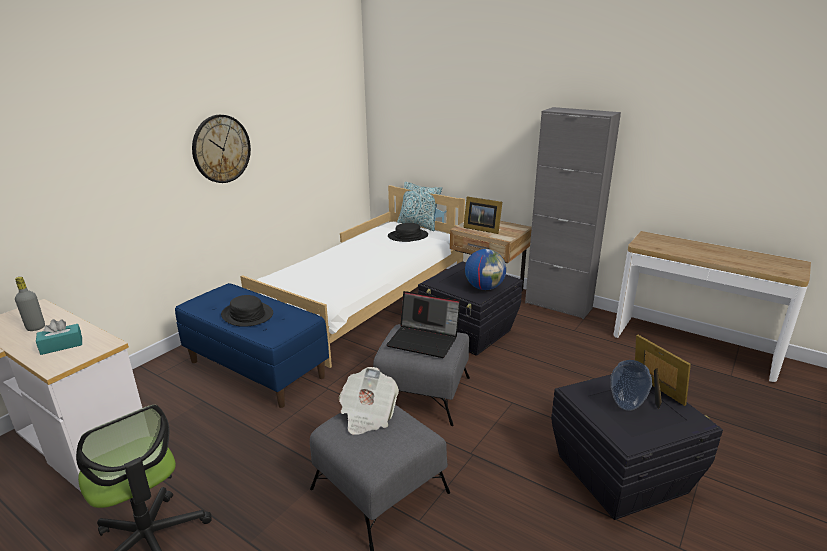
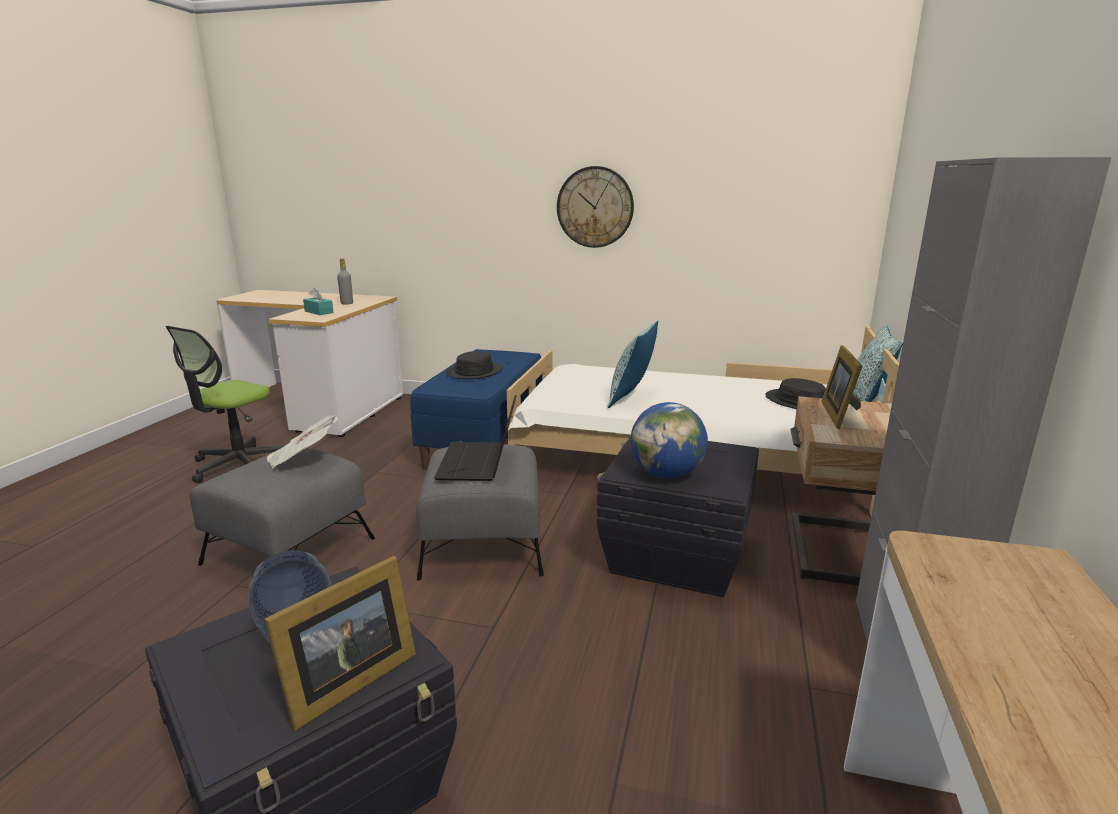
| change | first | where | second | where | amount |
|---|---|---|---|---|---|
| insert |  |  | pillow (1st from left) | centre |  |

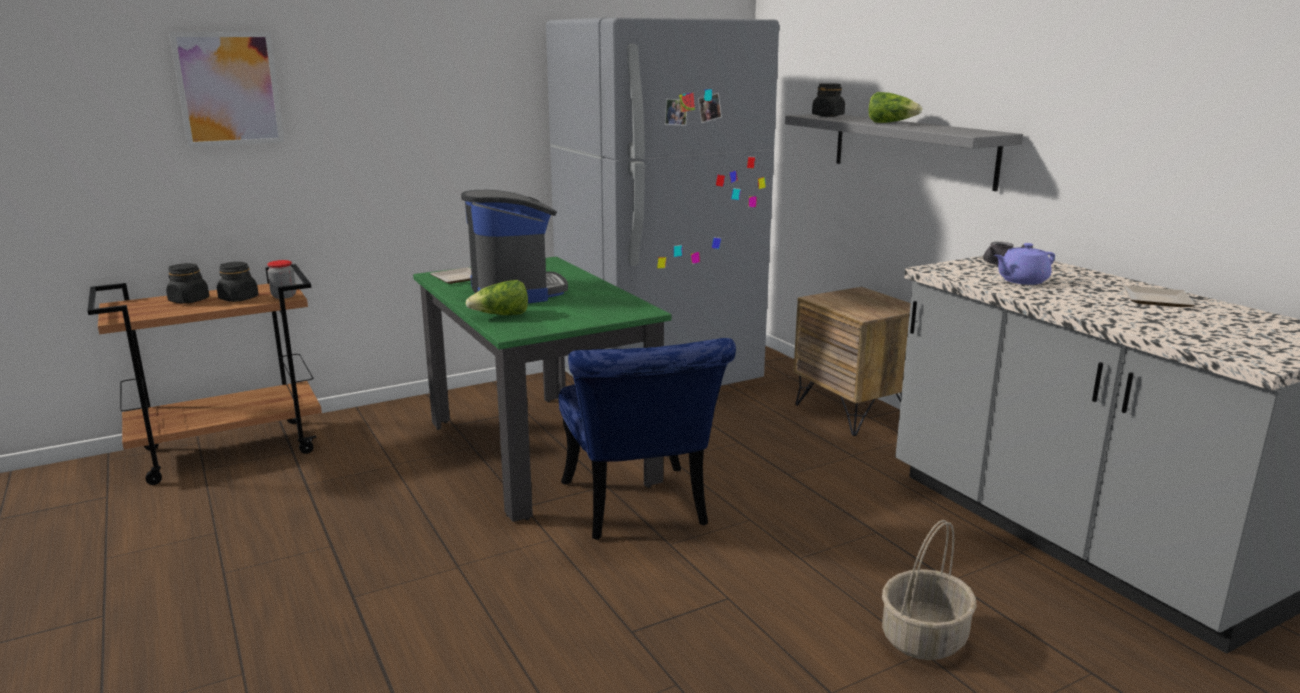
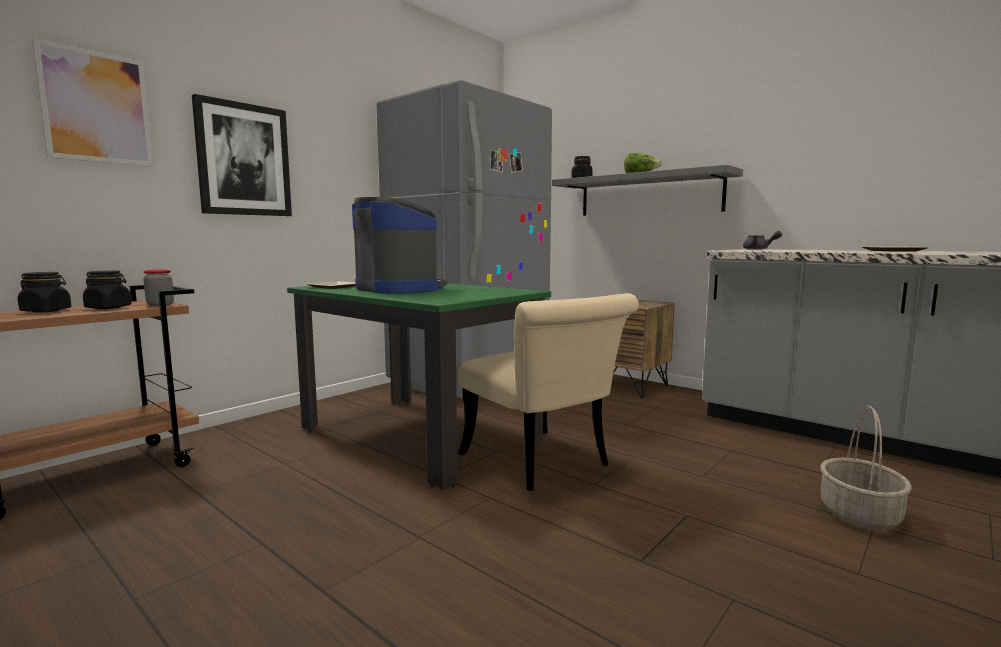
| change | first | where | second | where | amount |
|---|---|---|---|---|---|
| delete | lettuce (1st from left) | centre |  |  |  |
| recolor | blue chair | centre | beige chair | centre |  |
| delete | purple teapot | middle right |  |  |  |
| insert |  |  | picture (2nd from left) | top left |  |

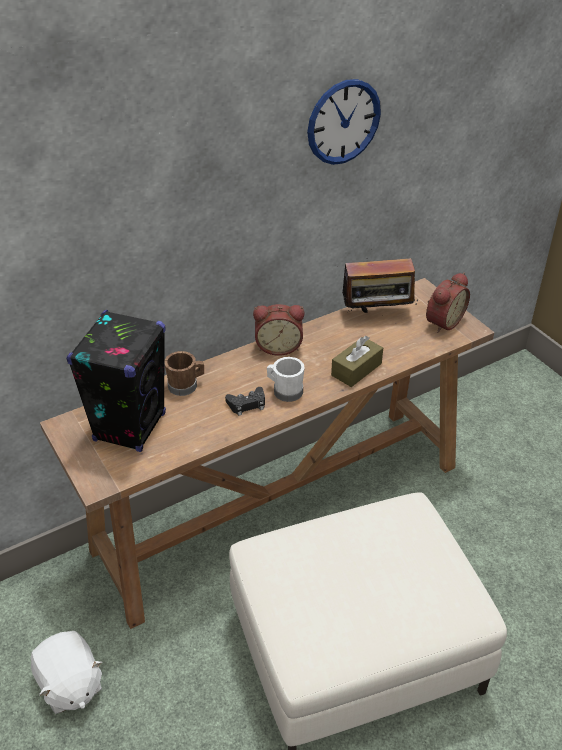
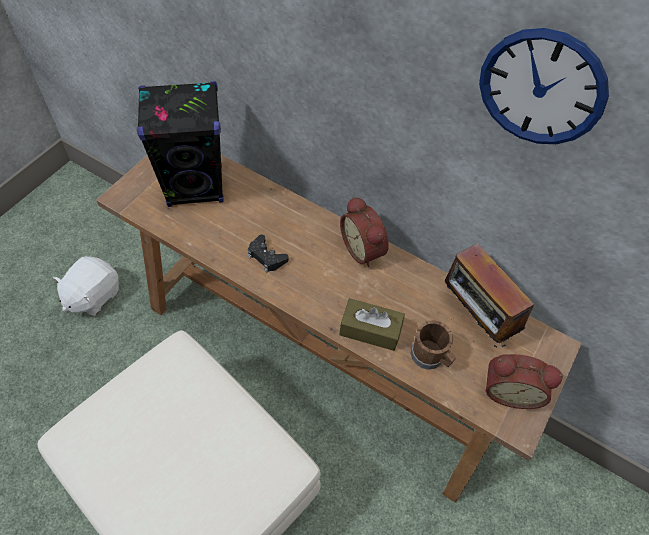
| change | first | where | second | where | amount |
|---|---|---|---|---|---|
| move | brown mug | middle left |  | middle right |  |
| delete | white mug | centre |  |  |  |

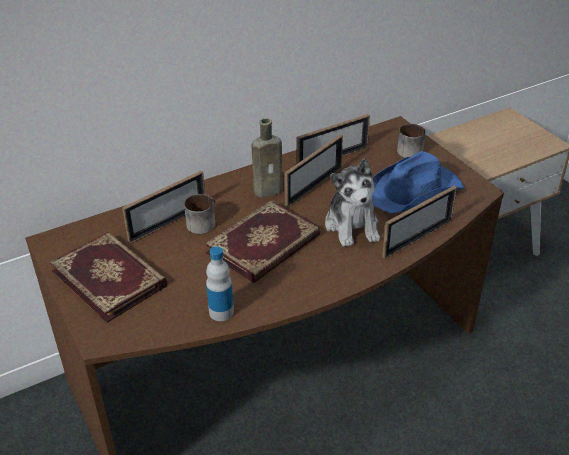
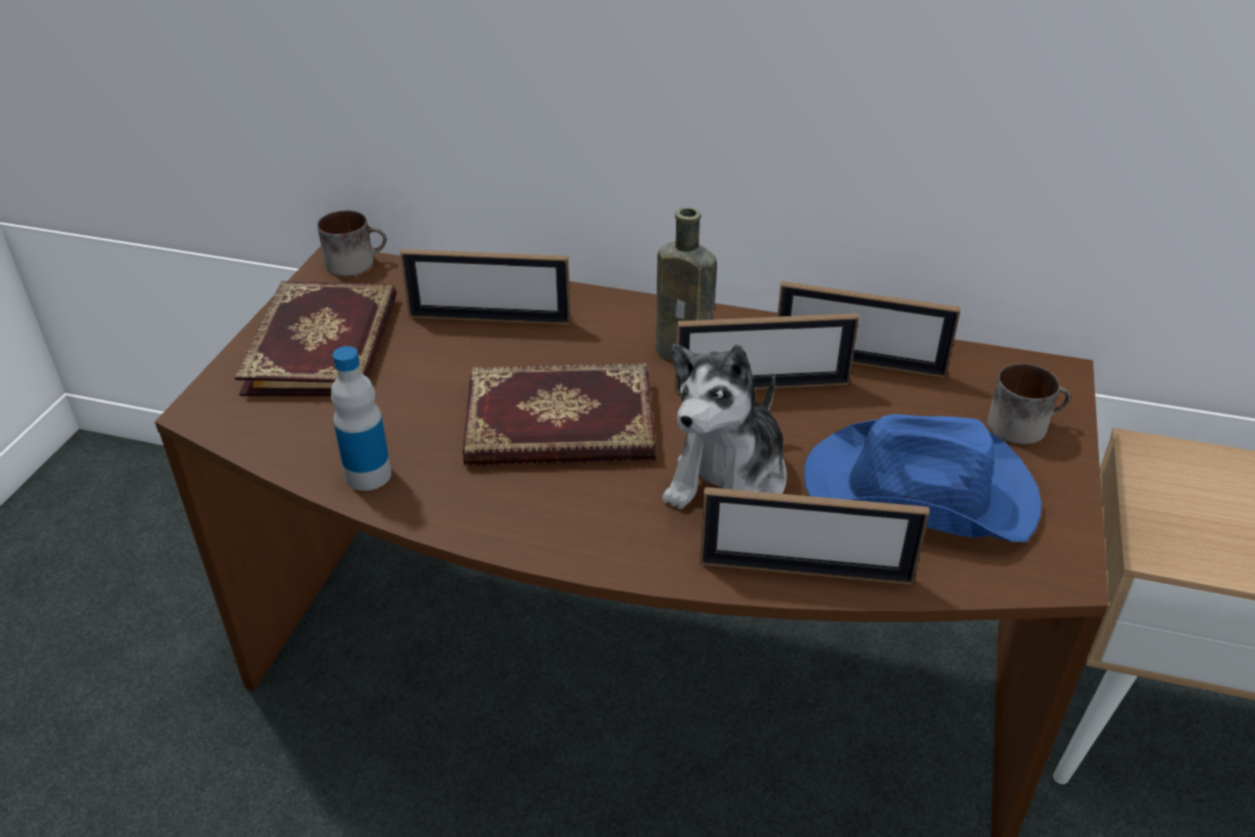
| change | first | where | second | where | amount |
|---|---|---|---|---|---|
| move | mug (1st from left) | centre |  | top left |  |

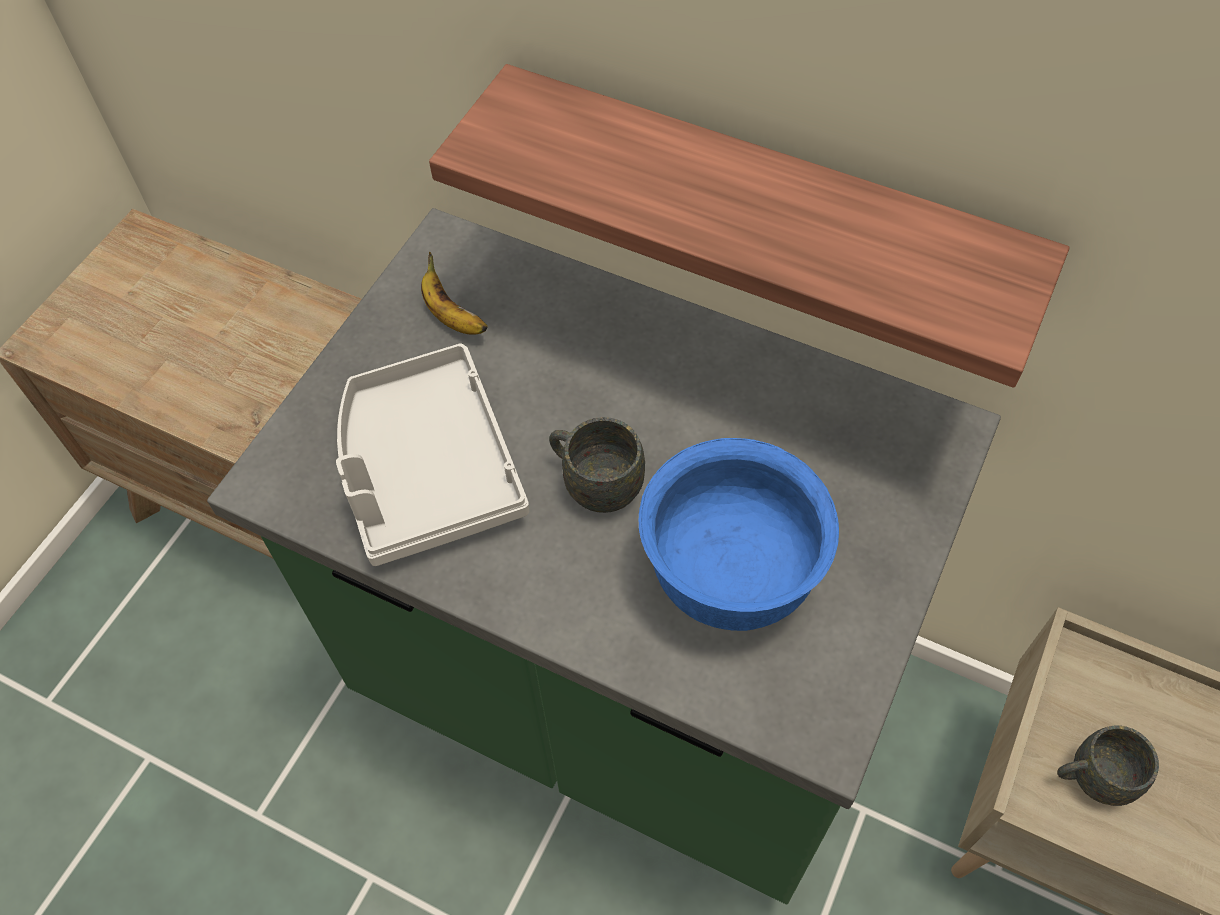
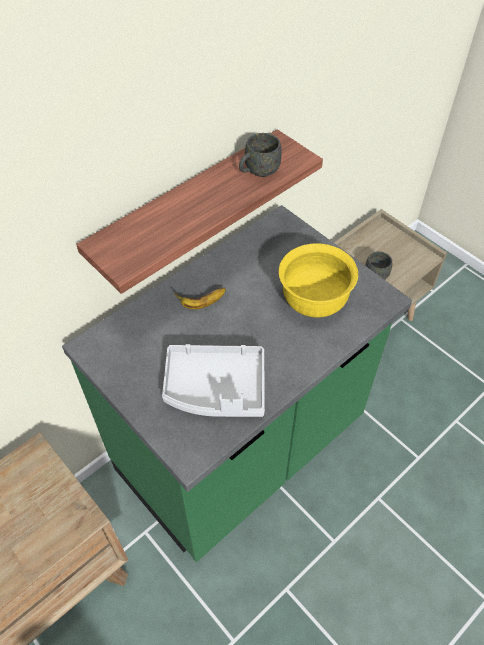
| change | first | where | second | where | amount |
|---|---|---|---|---|---|
| move | banana | top centre |  | centre |  |
| move | grey mug (1st from left) | centre |  | top centre |  |
| recolor | blue bowl | centre | yellow bowl | centre |  |

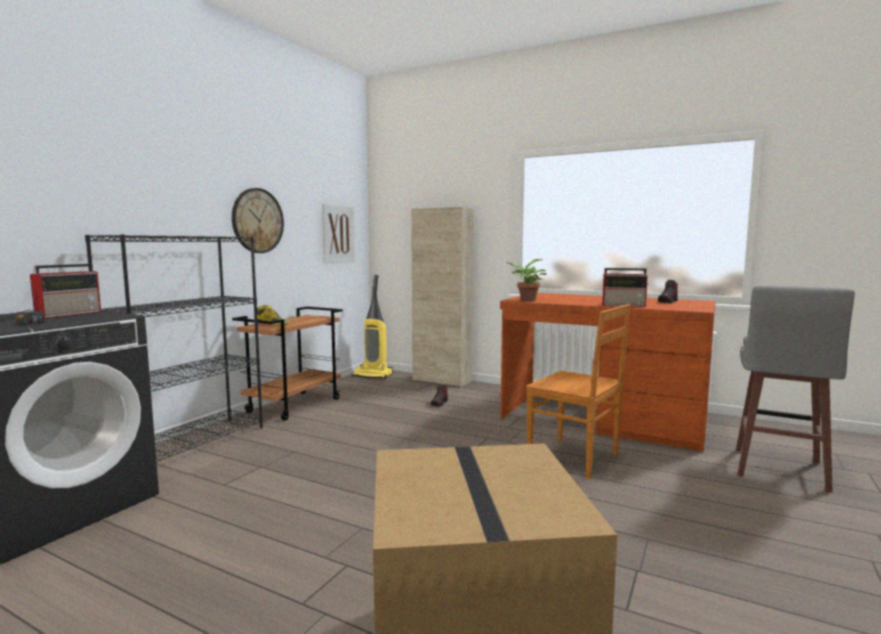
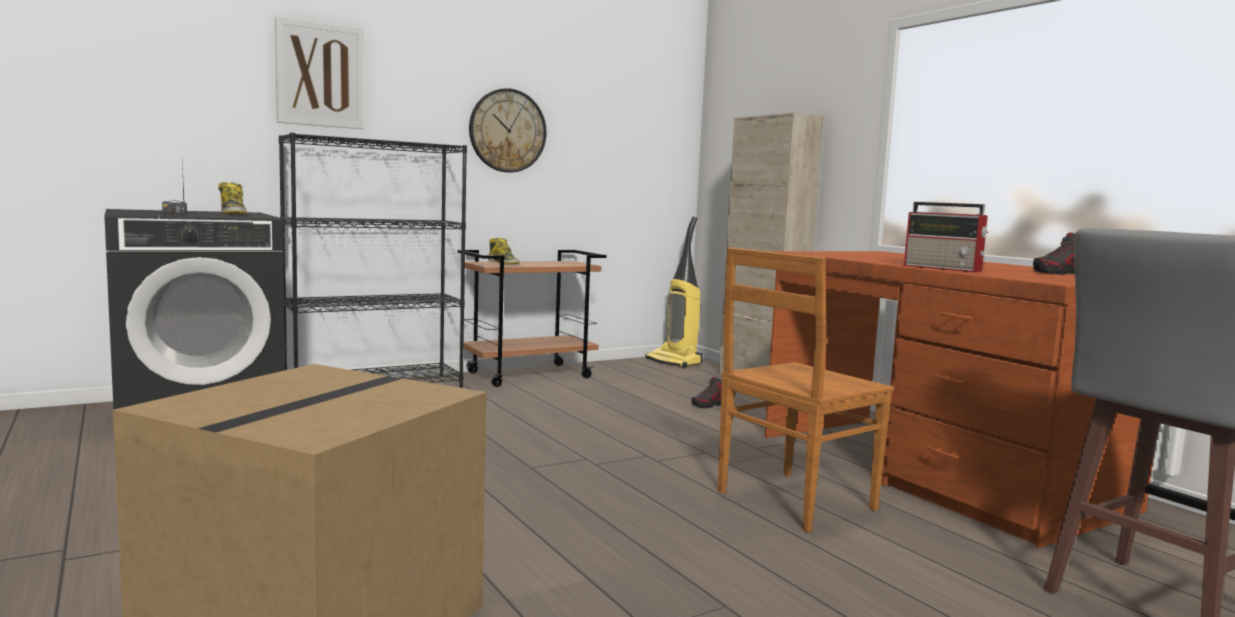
| change | first | where | second | where | amount |
|---|---|---|---|---|---|
| replace | radio (2nd from left) | middle left | boot (1st from left) | top left |  |
| move | picture | centre |  | top left |  |
| delete | potted plant | centre |  |  |  |
| rotate | brown chair | centre |  | centre | 75 degrees clockwise |

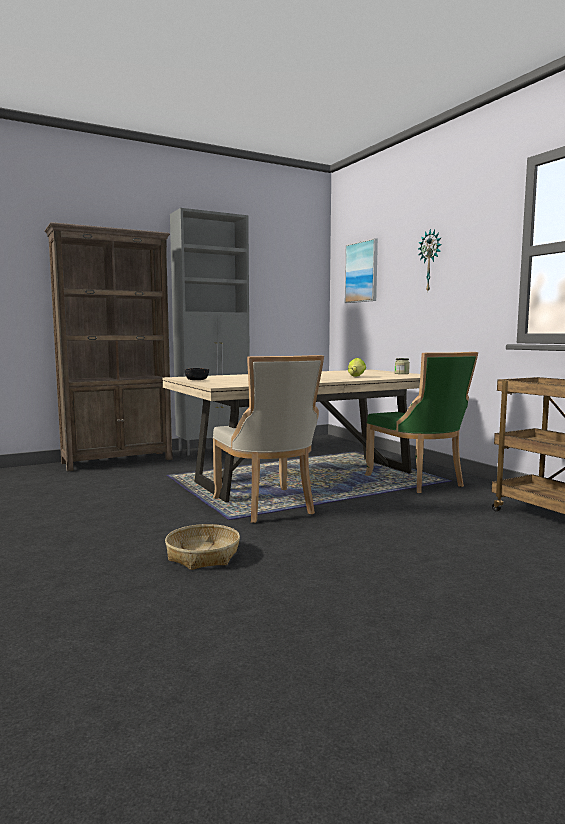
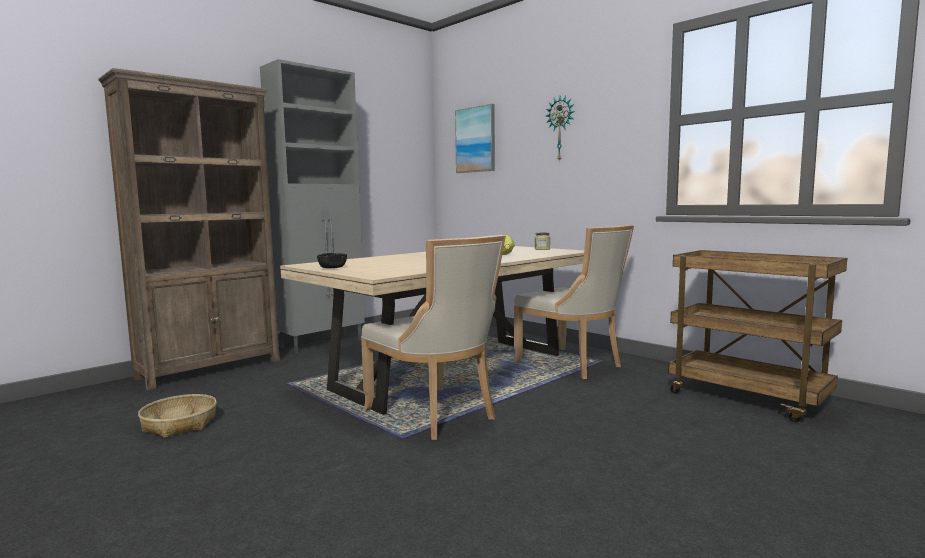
| change | first | where | second | where | amount |
|---|---|---|---|---|---|
| move | basket | centre |  | bottom left |  |
| recolor | green chair | middle right | beige chair (2nd from left) | centre |  |

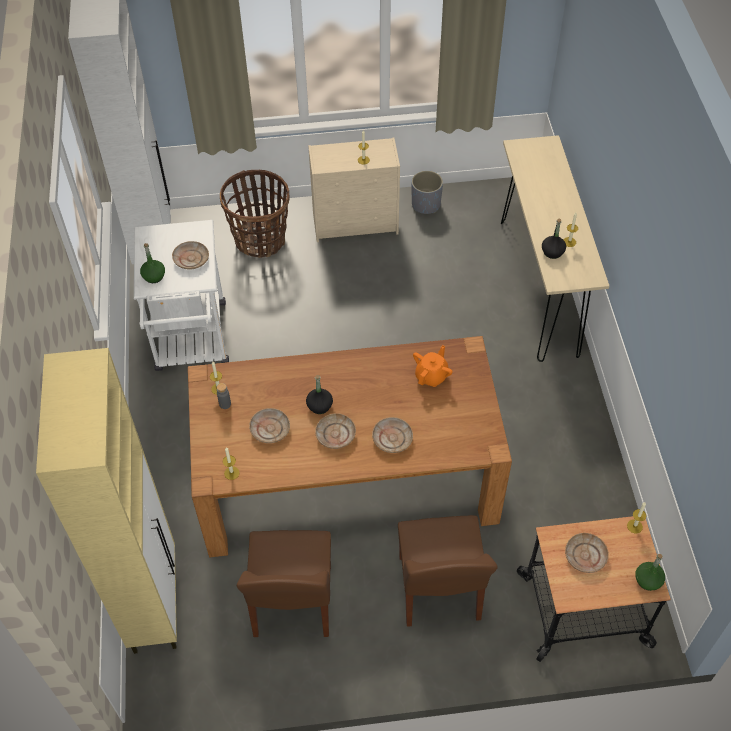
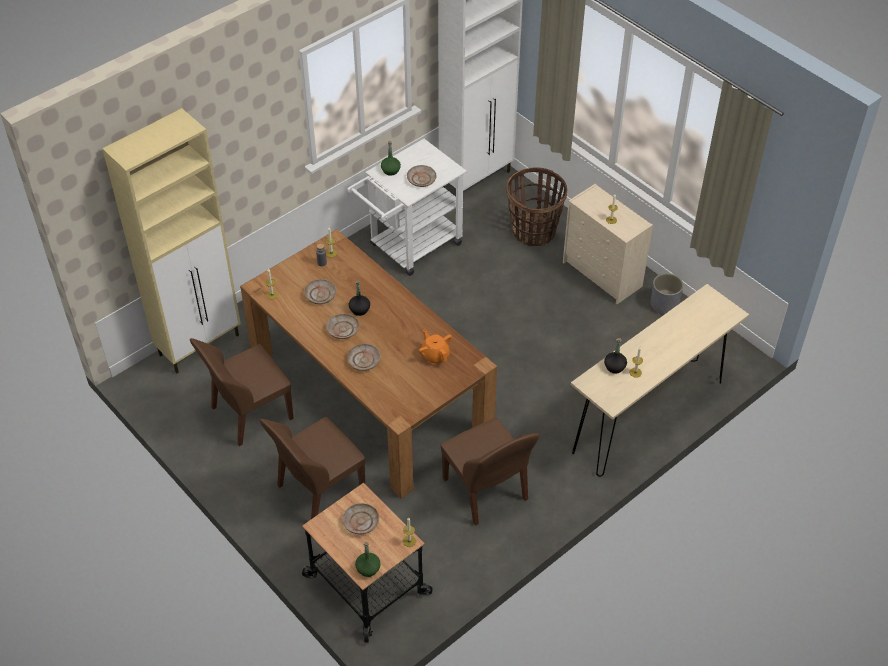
| change | first | where | second | where | amount |
|---|---|---|---|---|---|
| rotate | orange teapot | centre |  | centre | 120 degrees counterclockwise |
| insert |  |  | brown chair (3rd from left) | bottom centre |  |

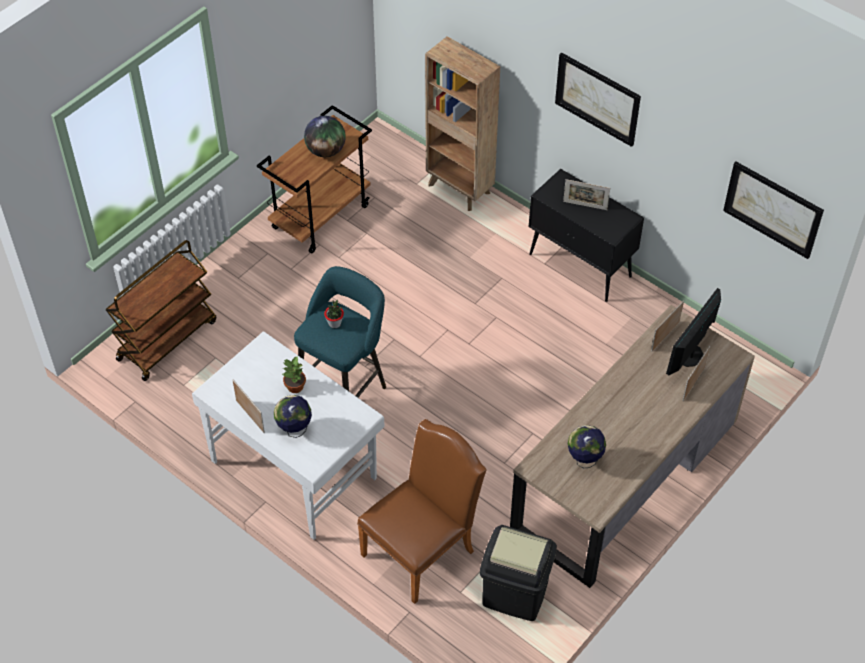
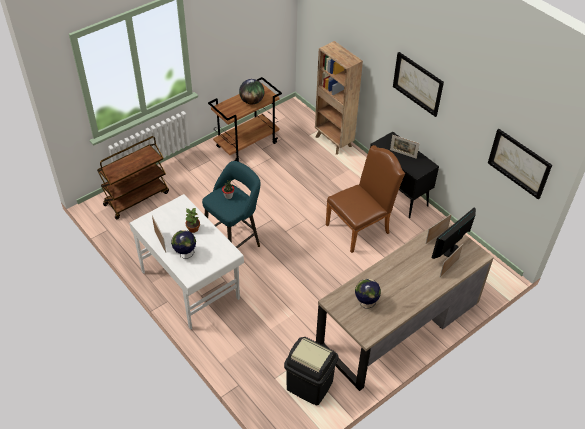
| change | first | where | second | where | amount |
|---|---|---|---|---|---|
| move | brown chair | bottom centre |  | centre |  |

